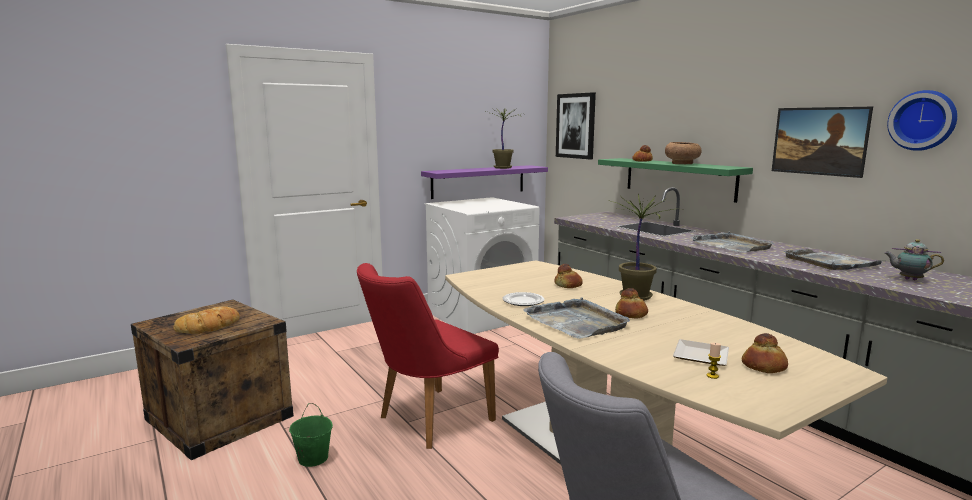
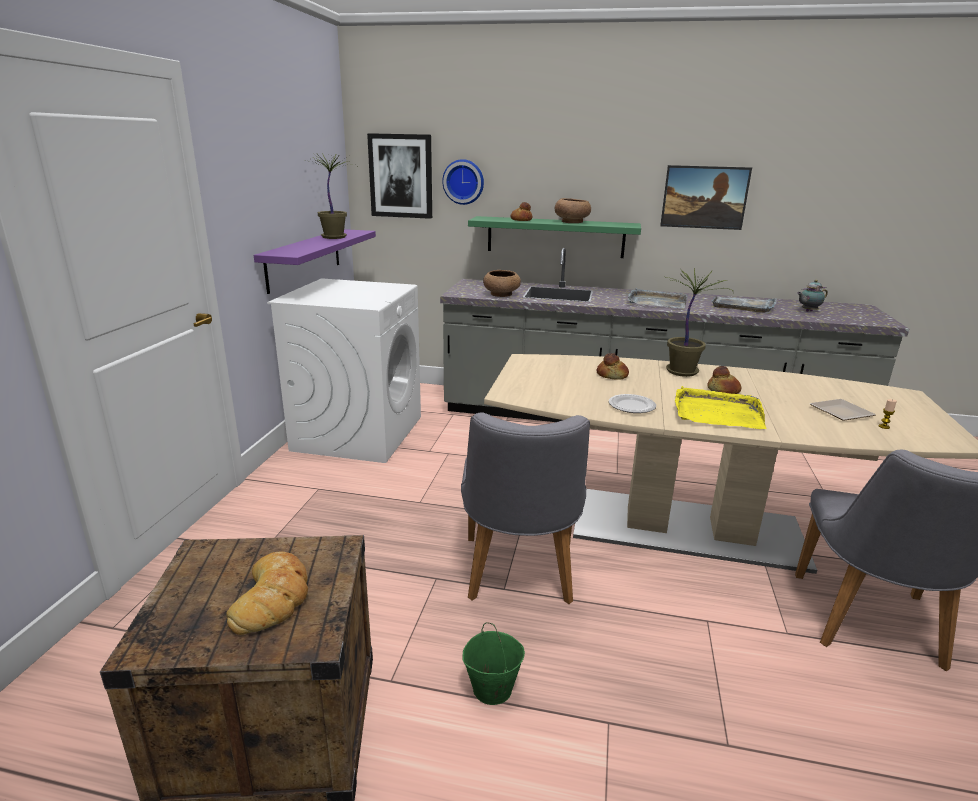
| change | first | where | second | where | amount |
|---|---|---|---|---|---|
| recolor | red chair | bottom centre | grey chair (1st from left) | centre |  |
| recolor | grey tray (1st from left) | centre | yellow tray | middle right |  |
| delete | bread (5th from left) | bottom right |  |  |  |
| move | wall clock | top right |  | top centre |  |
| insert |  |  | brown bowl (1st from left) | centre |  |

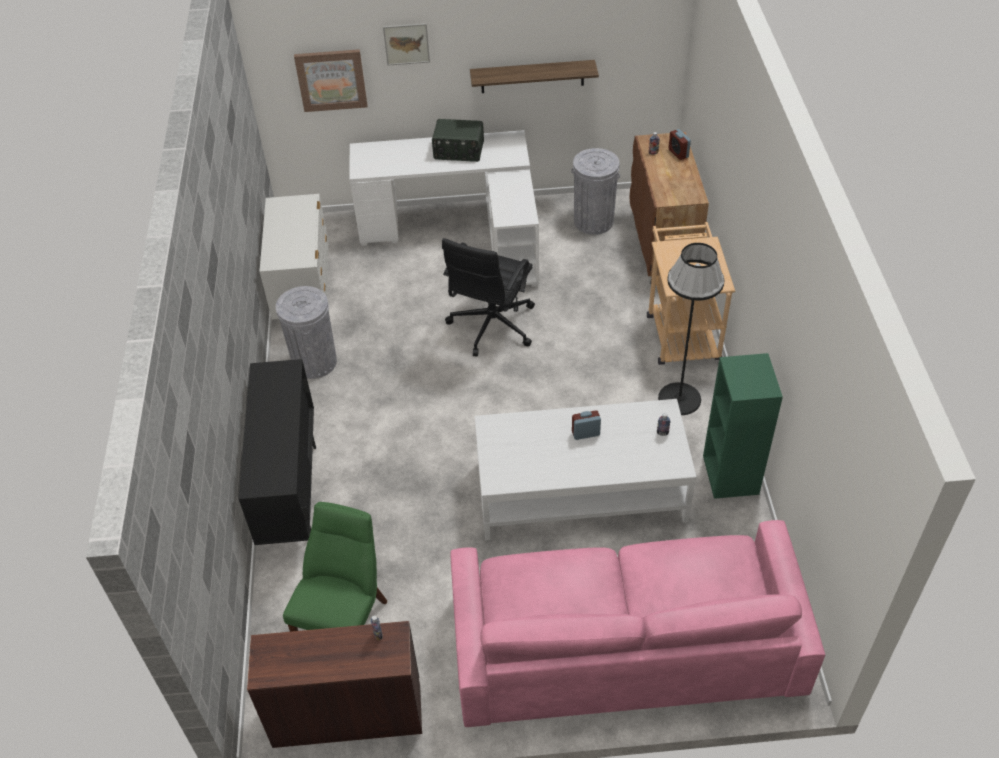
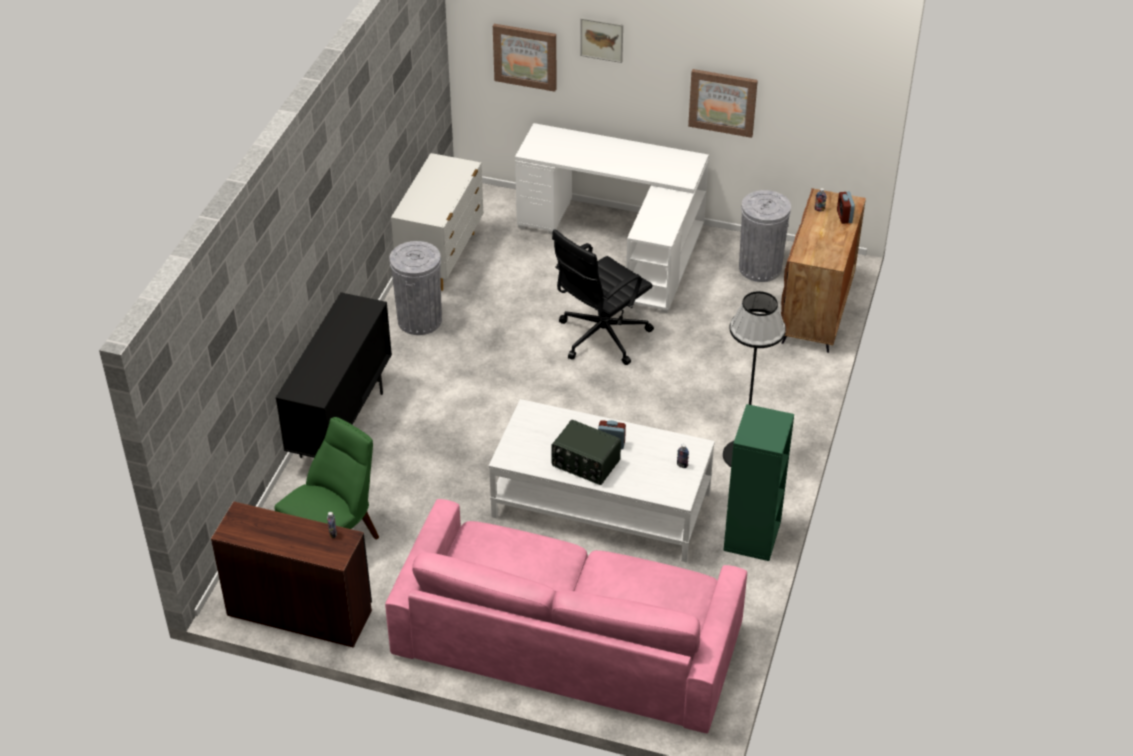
| change | first | where | second | where | amount |
|---|---|---|---|---|---|
| move | radio | top centre |  | centre |  |
| replace | shelf | top centre | picture (3rd from left) | top centre |  |
| delete | beige cart | middle right |  |  |  |

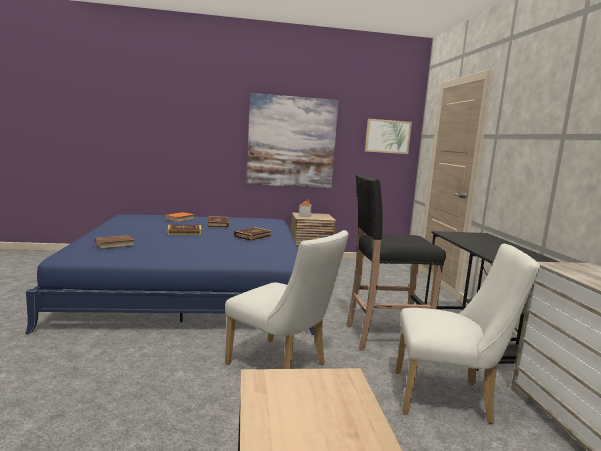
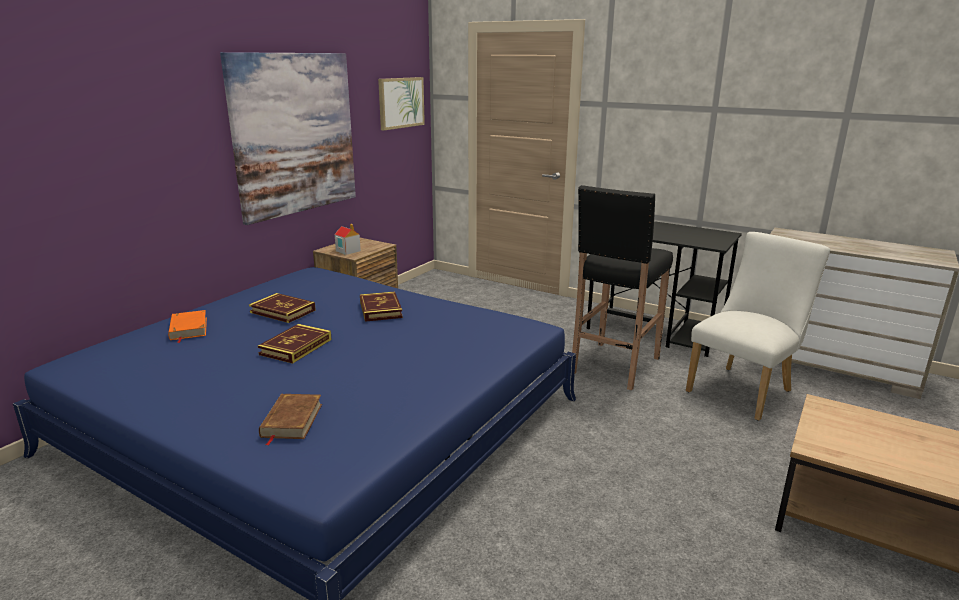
| change | first | where | second | where | amount |
|---|---|---|---|---|---|
| delete | white chair (1st from left) | centre |  |  |  |

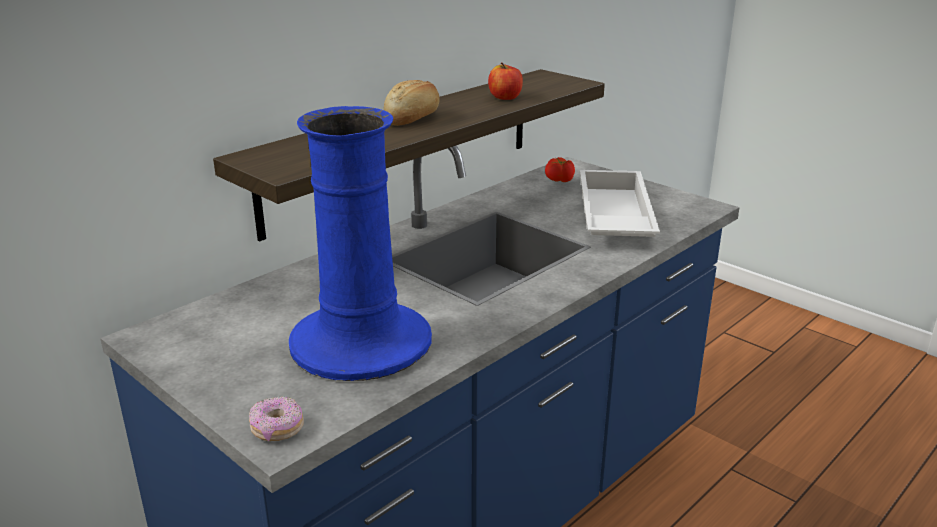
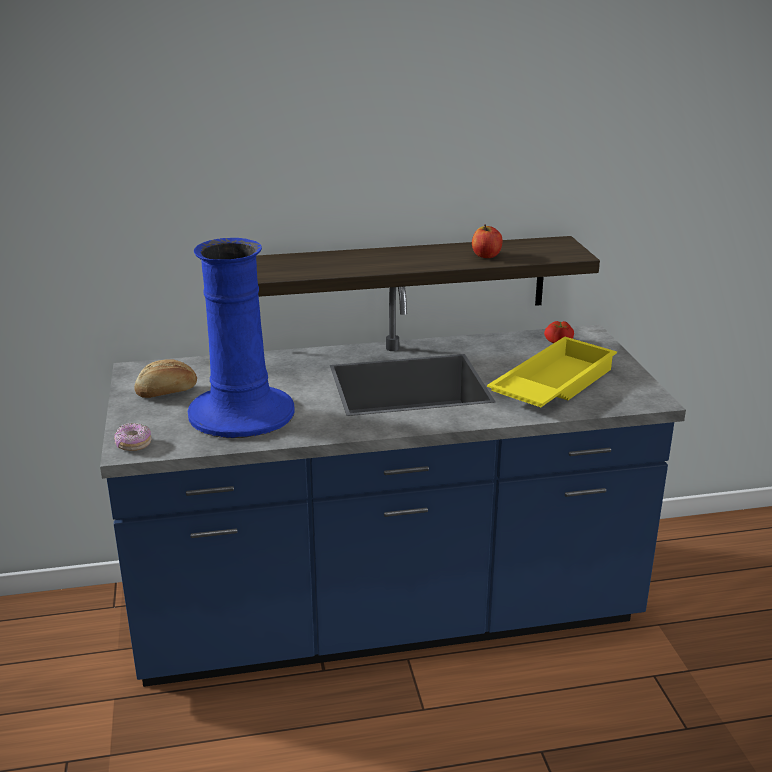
| change | first | where | second | where | amount |
|---|---|---|---|---|---|
| move | bread | top centre |  | middle left |  |
| recolor | white tray | centre | yellow tray | middle right |  |

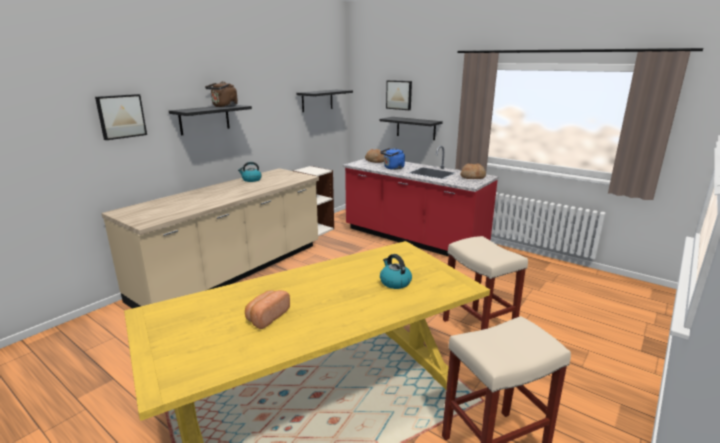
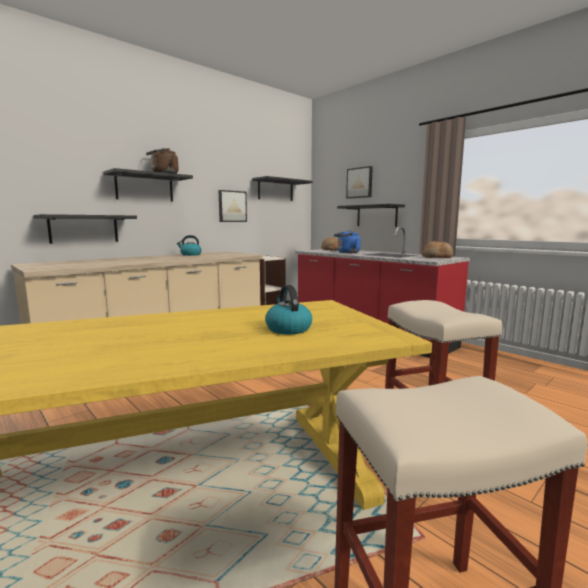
| change | first | where | second | where | amount |
|---|---|---|---|---|---|
| move | picture (1st from left) | top left |  | centre |  |
| delete | bread (1st from left) | bottom centre |  |  |  |
| insert |  |  | black shelf (1st from left) | middle left |  |

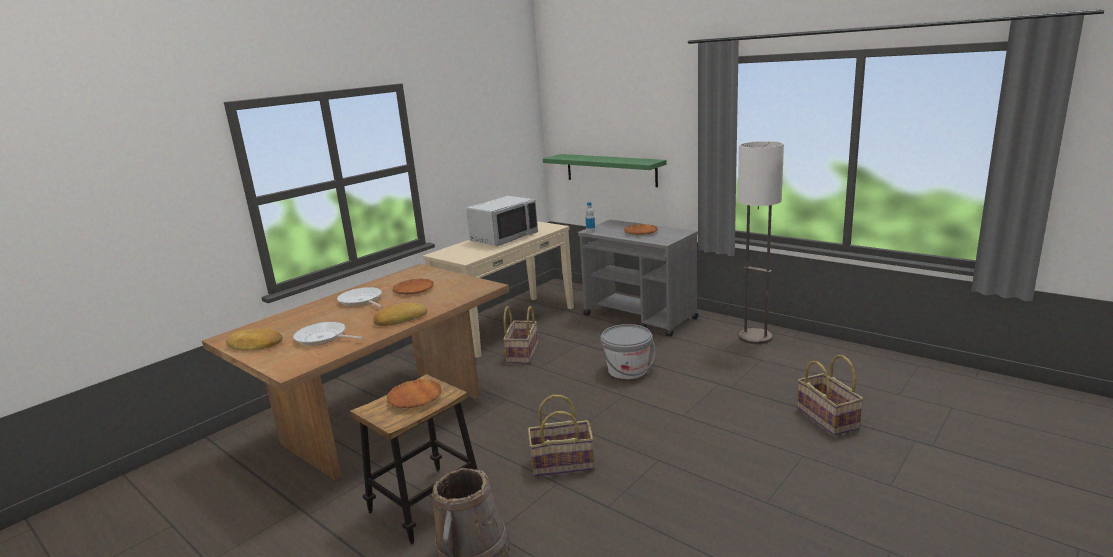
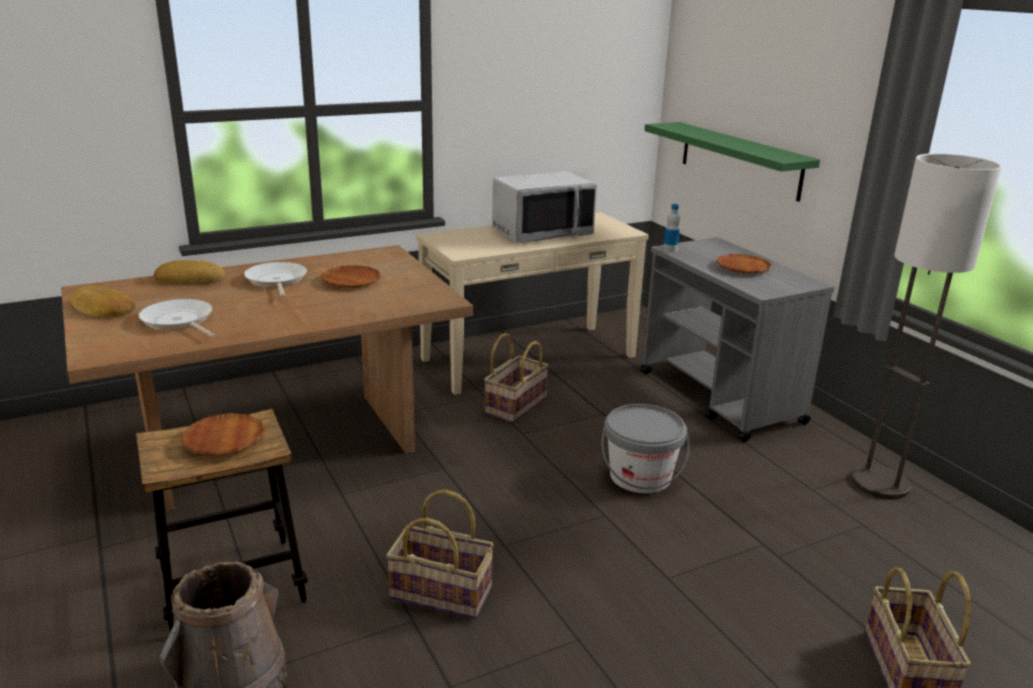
| change | first | where | second | where | amount |
|---|---|---|---|---|---|
| move | bread (2nd from left) | centre |  | middle left |  |

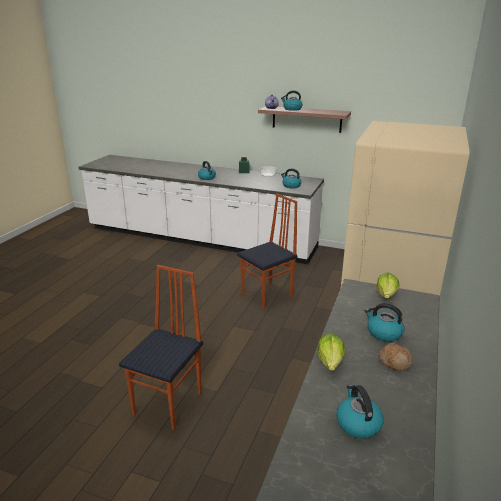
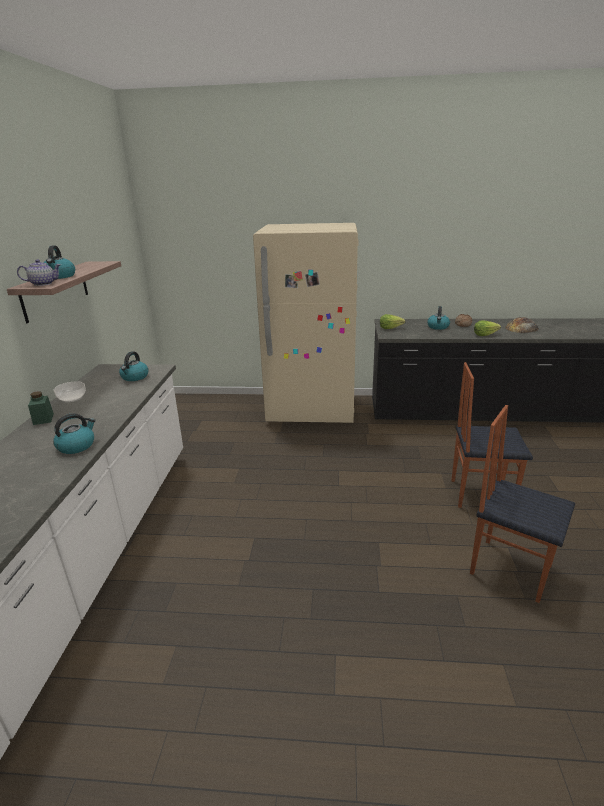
| change | first | where | second | where | amount |
|---|---|---|---|---|---|
| move | chair (2nd from left) | centre |  | middle right |  |
| replace | kettle (4th from left) | bottom right | bread (2nd from left) | middle right |  |

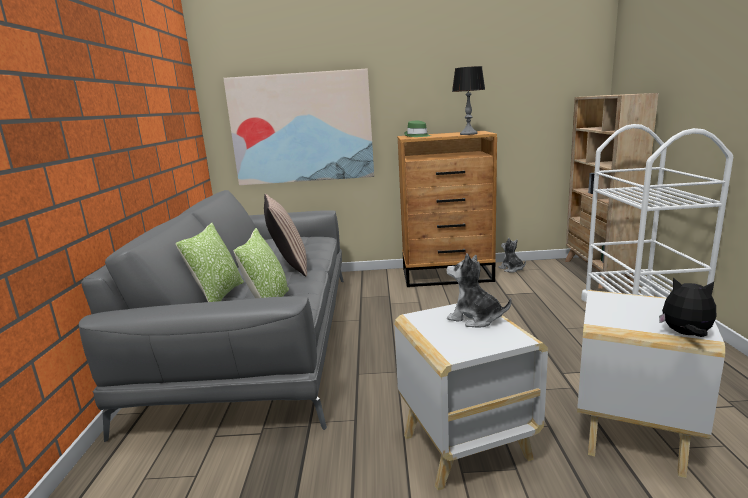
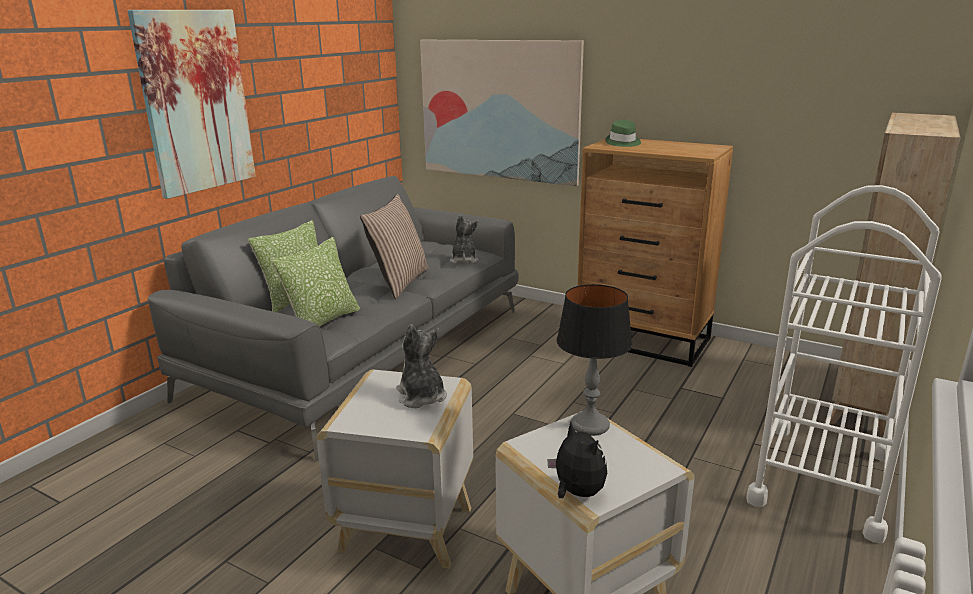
| change | first | where | second | where | amount |
|---|---|---|---|---|---|
| move | table lamp | top centre |  | centre |  |
| move | plush toy (2nd from left) | middle right |  | centre |  |
| insert |  |  | picture (1st from left) | top left |  |

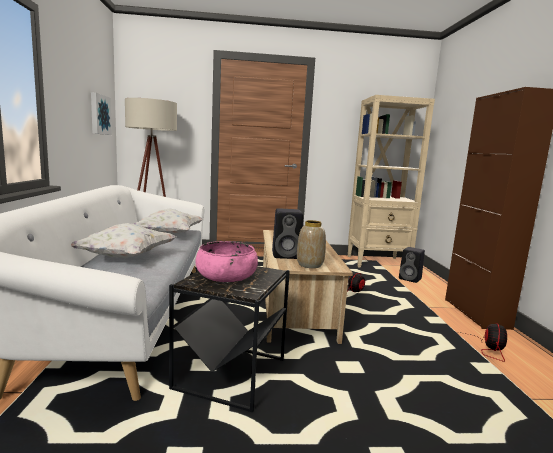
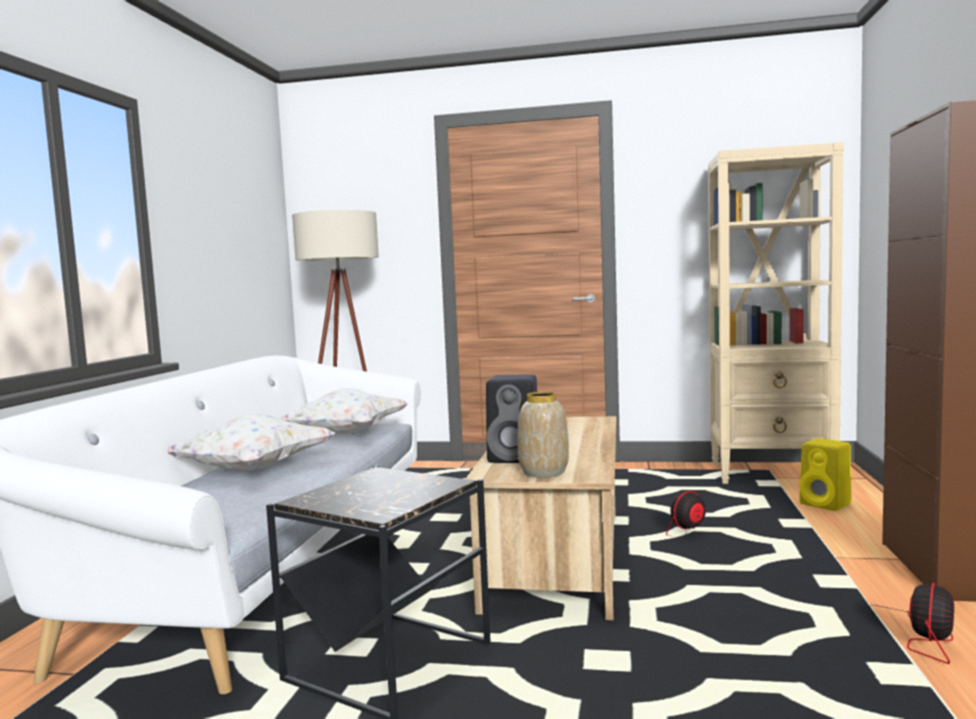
| change | first | where | second | where | amount |
|---|---|---|---|---|---|
| delete | picture | top left |  |  |  |
| delete | pink bowl | centre |  |  |  |
| recolor | black speaker (2nd from left) | middle right | yellow speaker | middle right |  |

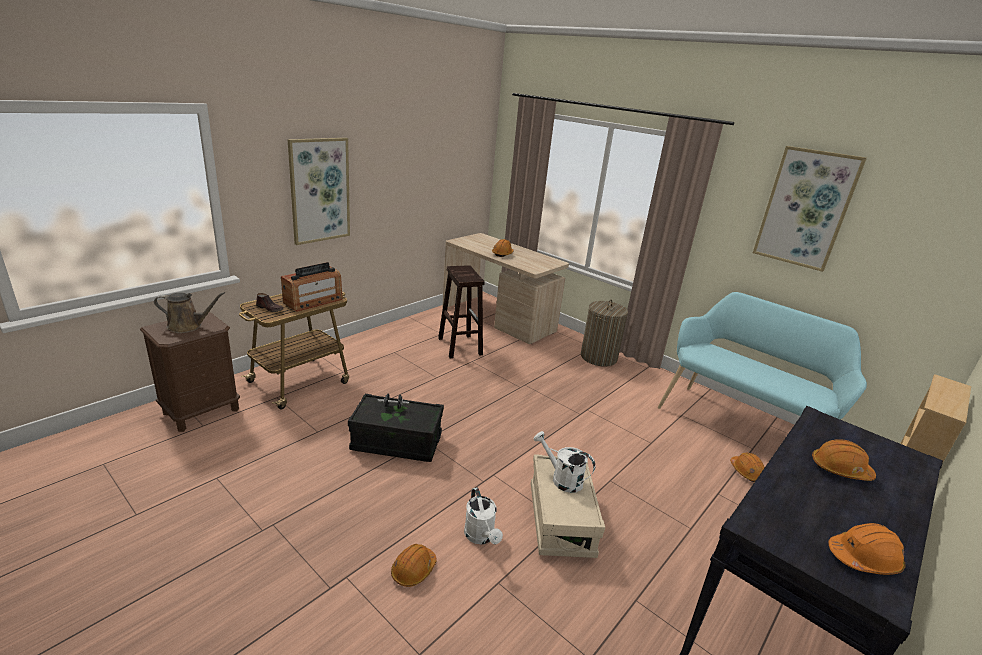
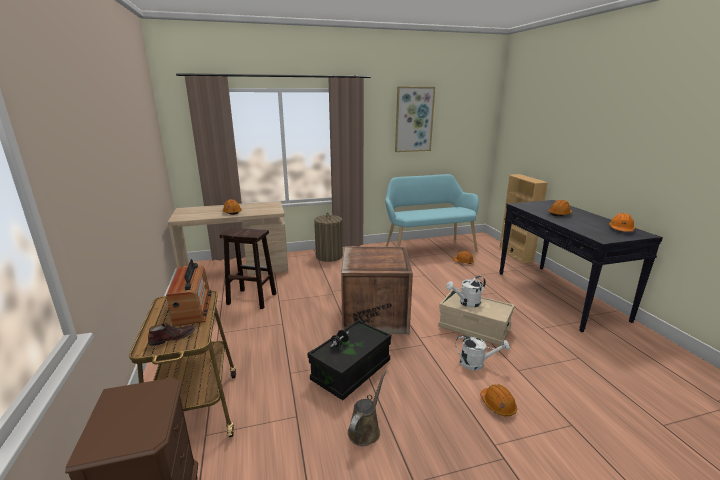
| change | first | where | second | where | amount |
|---|---|---|---|---|---|
| move | brown watering can | middle left |  | bottom centre |  |
| delete | picture (1st from left) | top left |  |  |  |
| insert |  |  | crate | centre |  |

